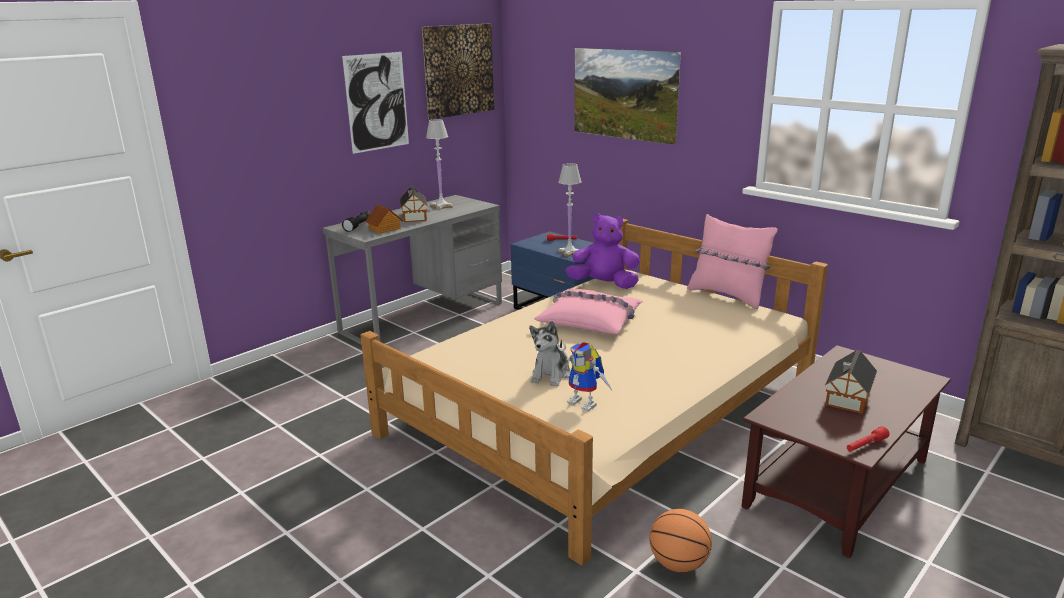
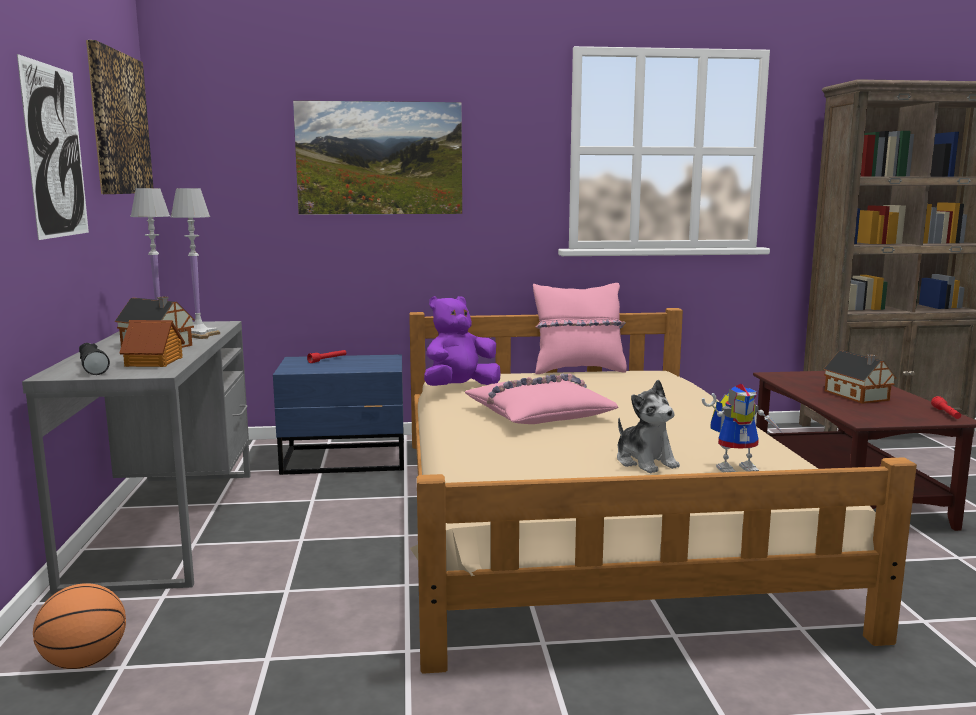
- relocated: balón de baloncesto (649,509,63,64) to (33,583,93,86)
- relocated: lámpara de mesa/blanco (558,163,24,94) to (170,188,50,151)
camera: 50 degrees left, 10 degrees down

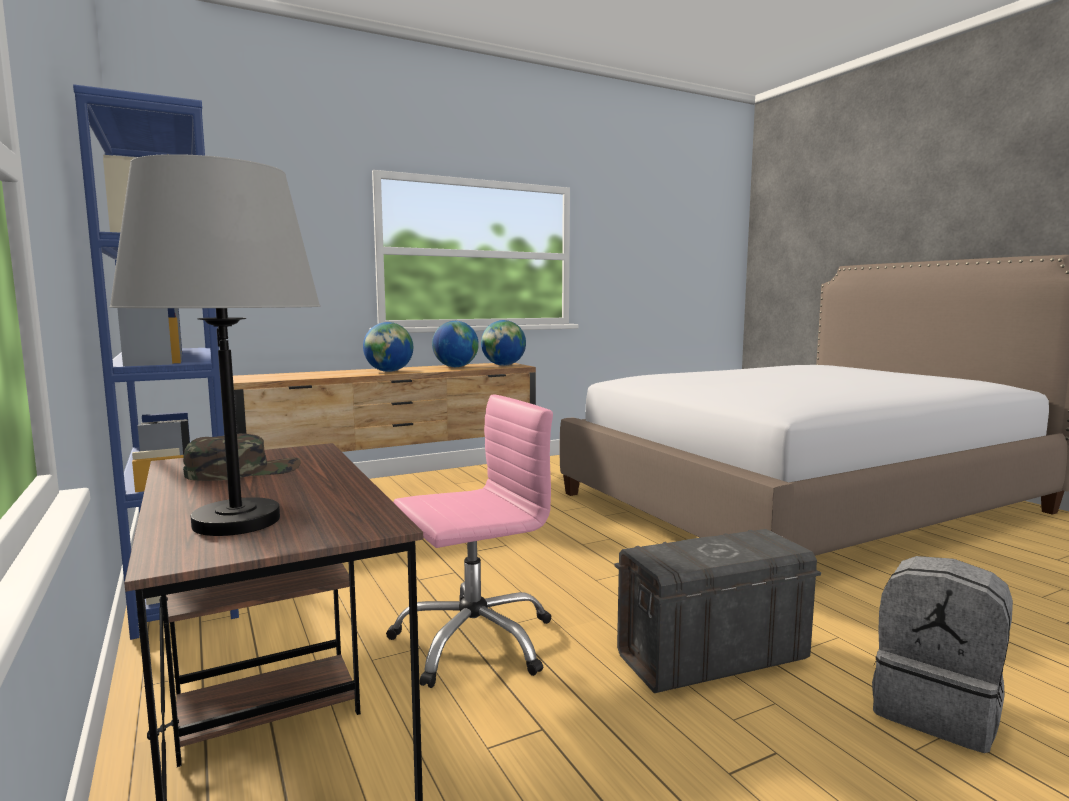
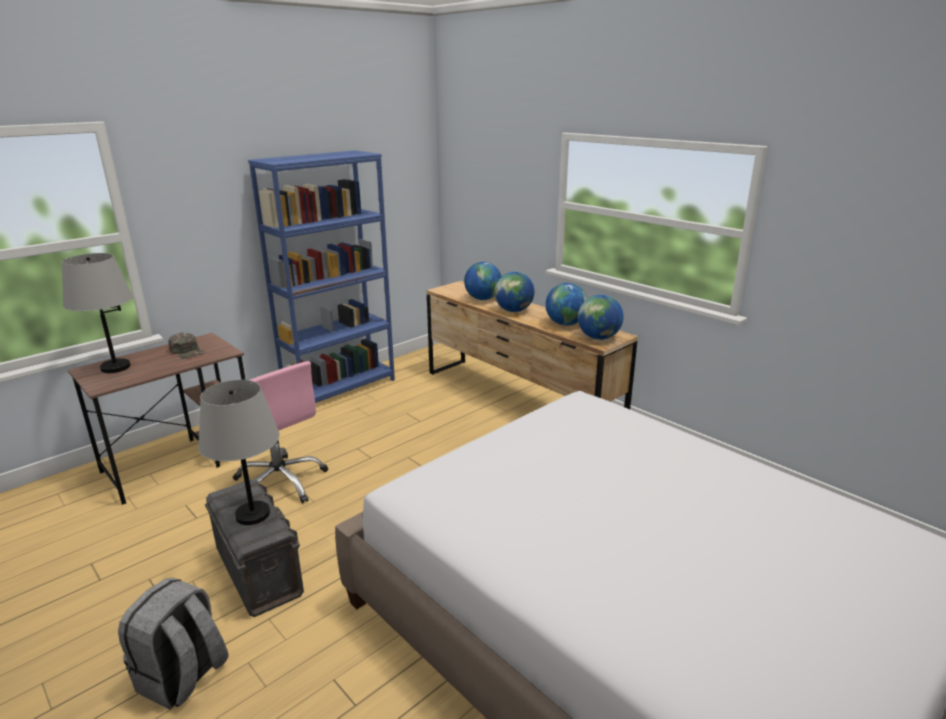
- appeared: lámpara de mesa/gris (198,380,82,145)
- appeared: globo terráqueo (464,262,38,38)
camera: 75 degrees right, 15 degrees up

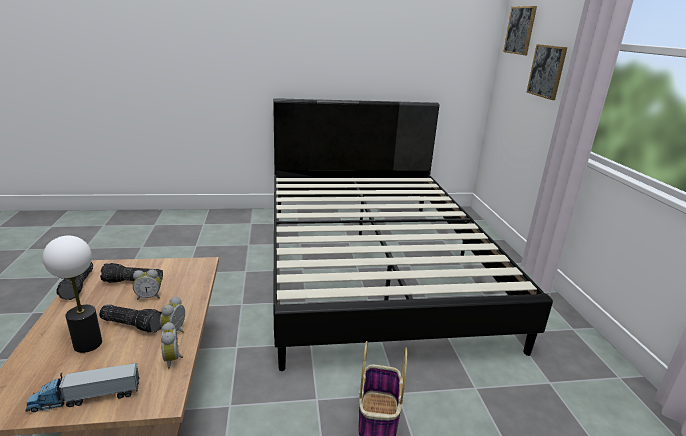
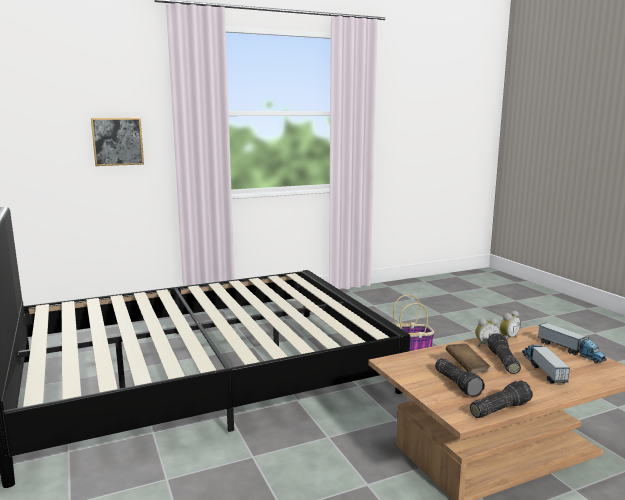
- exchanged: despertador (133,269,28,31) to libro/marrón (446,343,44,31)
- exchanged: lámpara de mesa (43,236,59,117) to camión de juguete (522,344,48,41)
- missing: cuadro (503,6,34,49)
camera: 105 degrees left, 10 degrees down

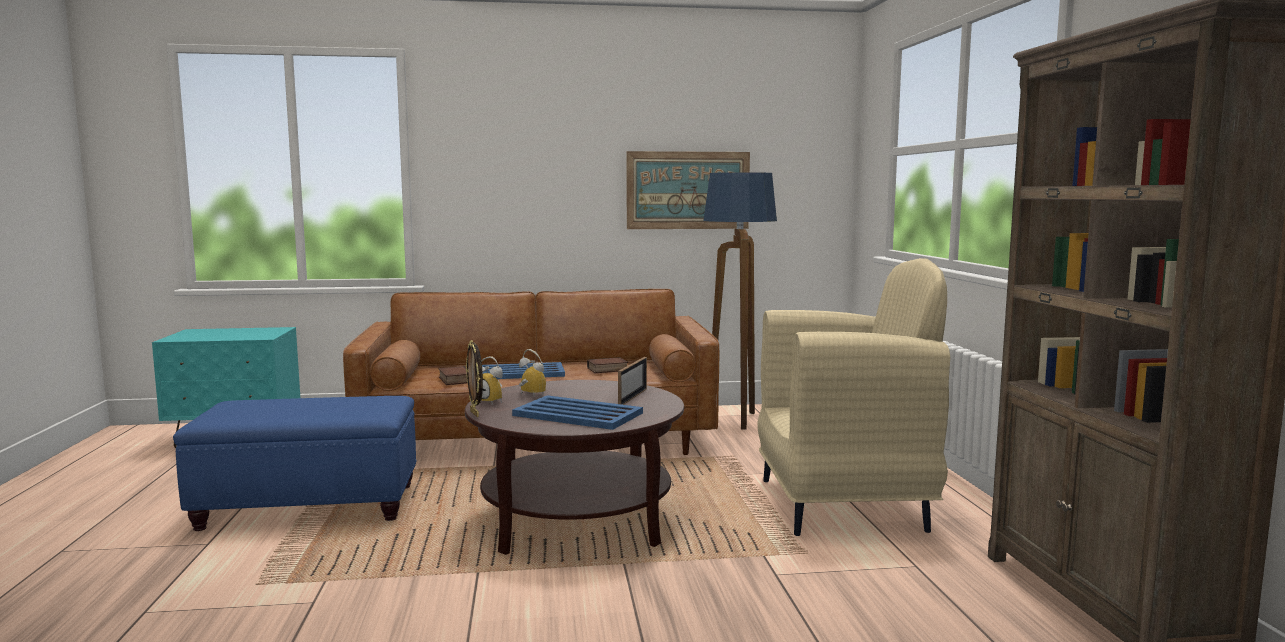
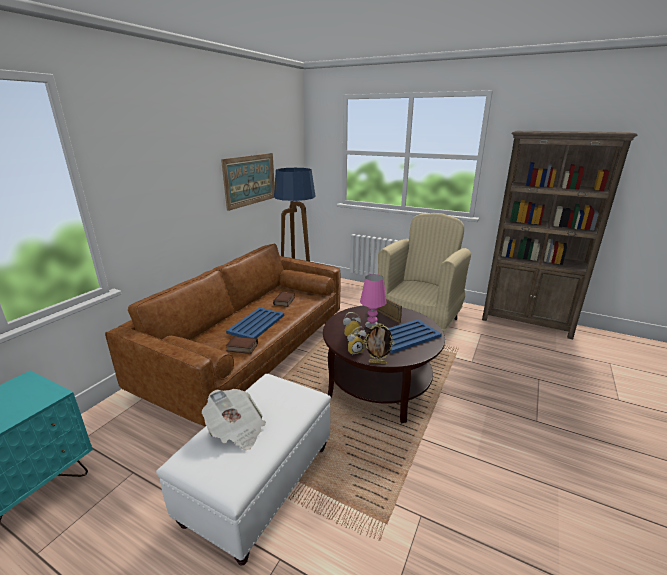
- colour: puf/azul (173,396,244,135) to puf/blanco (156,374,175,192)
- appeared: periódico (202,389,64,61)
- appeared: lámpara de mesa/rosa (360,274,27,54)
camera: 55 degrees left, 15 degrees up

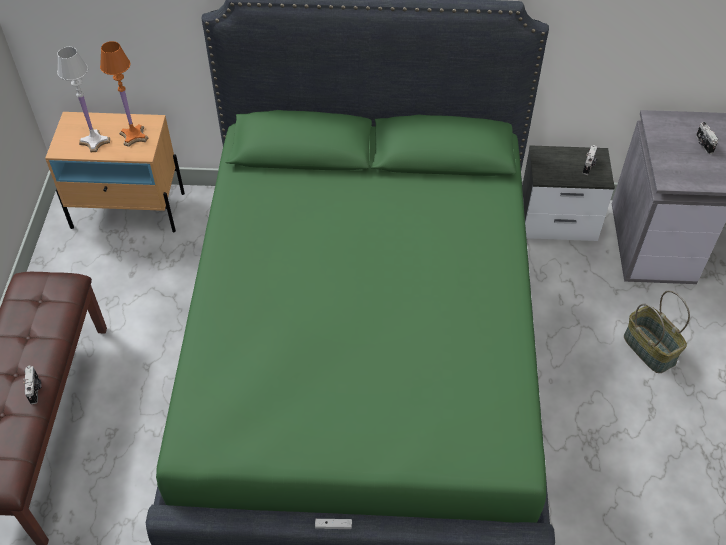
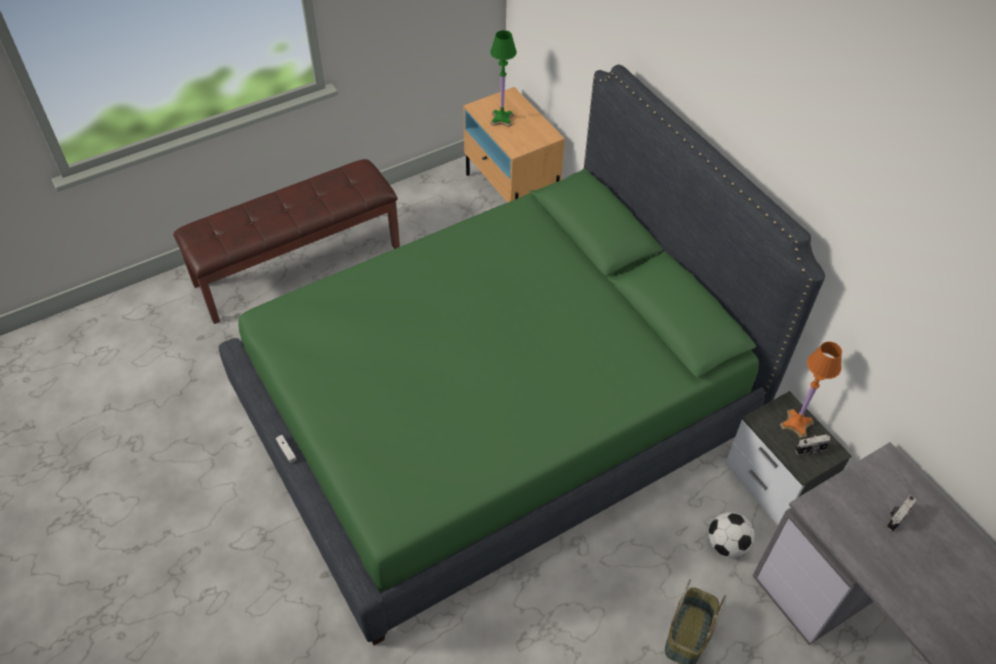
- colour: lámpara de mesa/blanco (57,47,53,105) to lámpara de mesa/verde (490,30,27,97)
- appeared: balón de fútbol (708,512,47,46)
- relocated: lámpara de mesa/naranja (100,41,49,106) to (780,342,62,97)
- missing: cámara (23,365,19,39)
camera: 55 degrees right, 0 degrees up

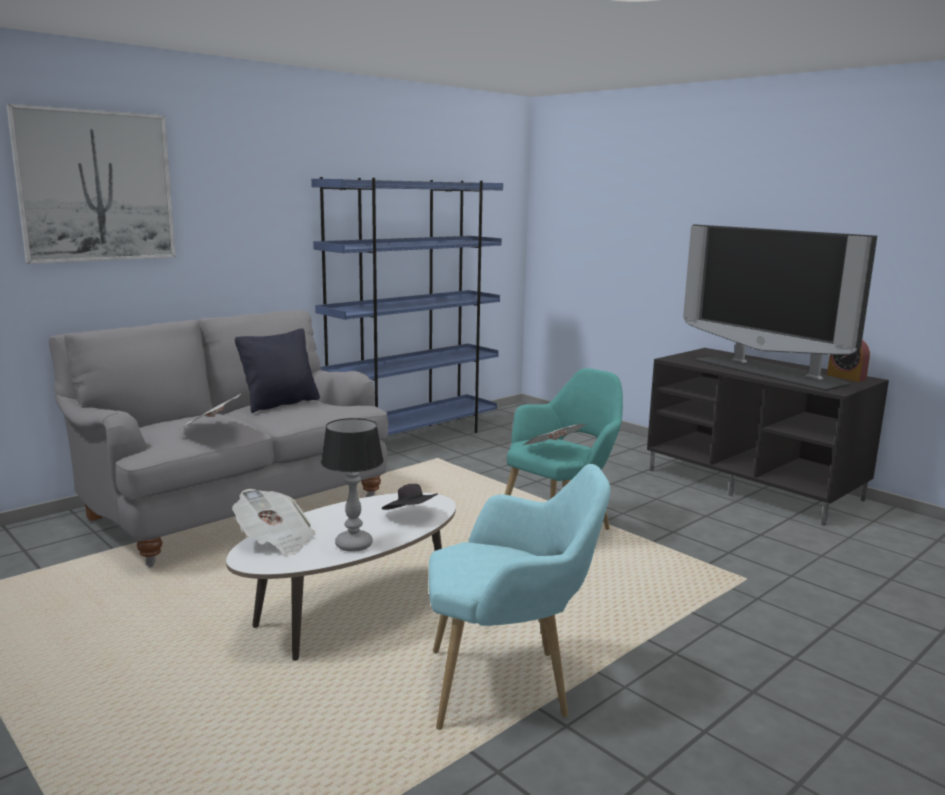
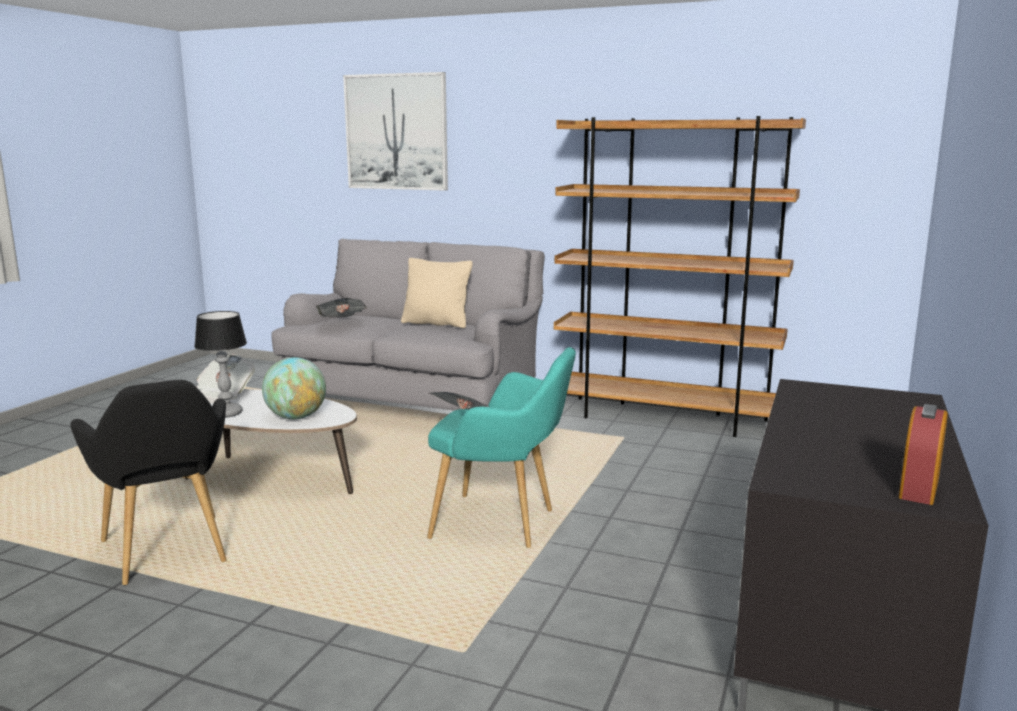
- colour: sillón/turquesa (429,464,182,266) to sillón/negro (70,380,157,205)
- exchanged: sombrero/negro (382,484,56,26) to globo terráqueo (262,357,64,62)
- colour: cojín/negro (235,328,85,85) to cojín/beis (401,258,72,70)
- colour: estantería/azul (311,177,192,258) to estantería/marrón (554,116,252,321)
- missing: televisor (683,225,194,166)
camera: 65 degrees right, 0 degrees up

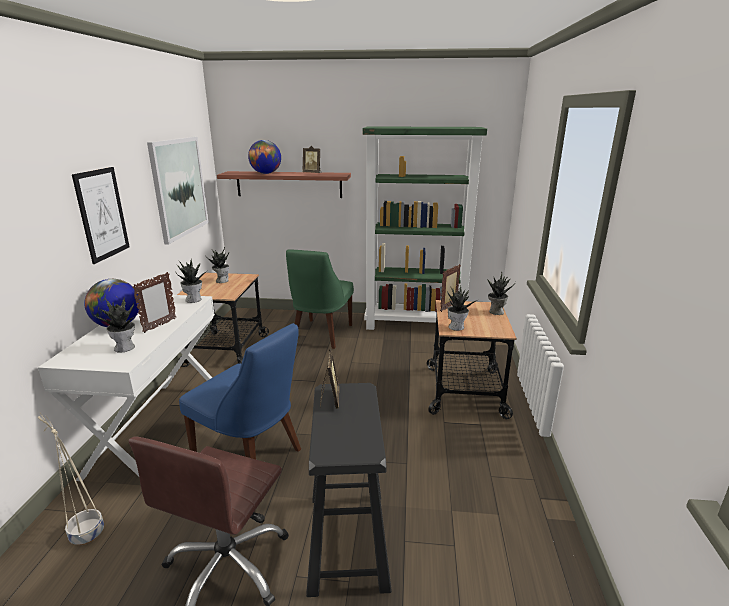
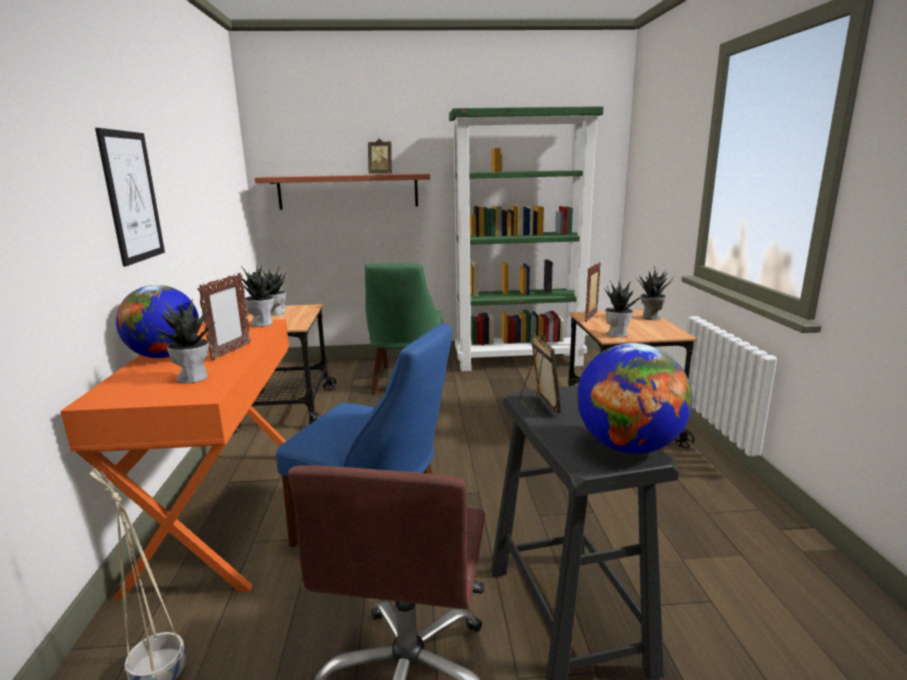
- colour: escritorio/blanco (38,295,177,186) to escritorio/naranja (60,319,229,282)
- relocated: globo terráqueo (248,140,33,34) to (577,343,116,111)
- missing: cuadro (147,137,62,107)
camera: 10 degrees left, 5 degrees down

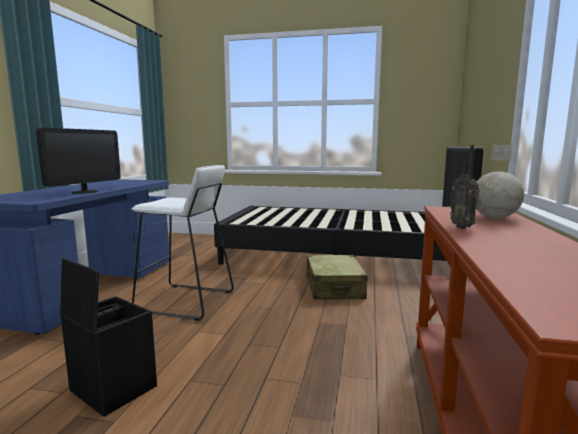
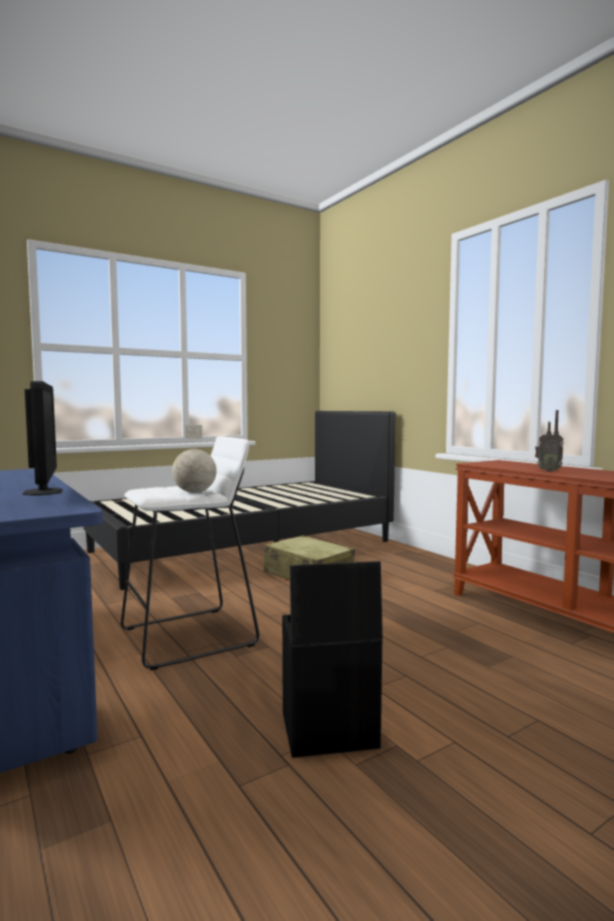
- relocated: globo terráqueo (477,145,47,73) to (172,425,45,68)
camera: 45 degrees left, 5 degrees down

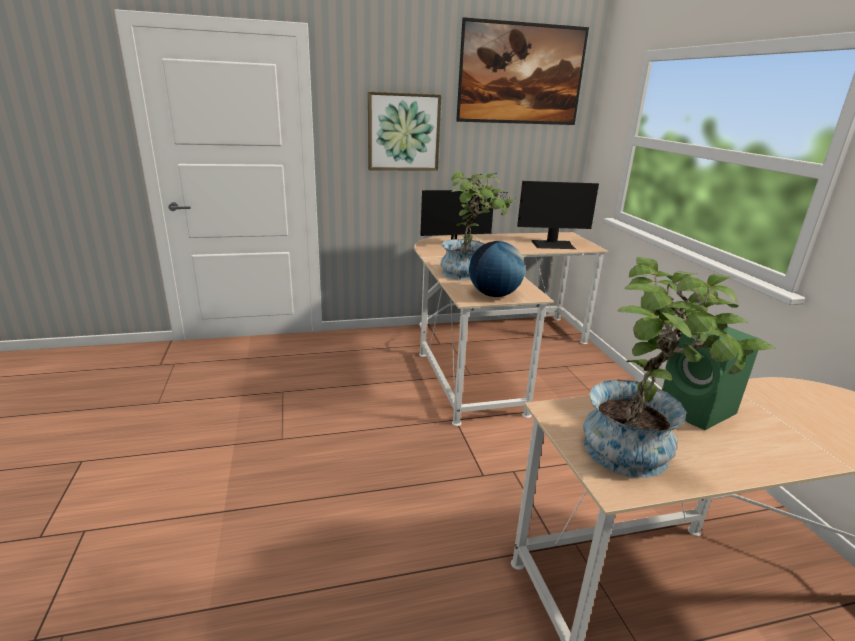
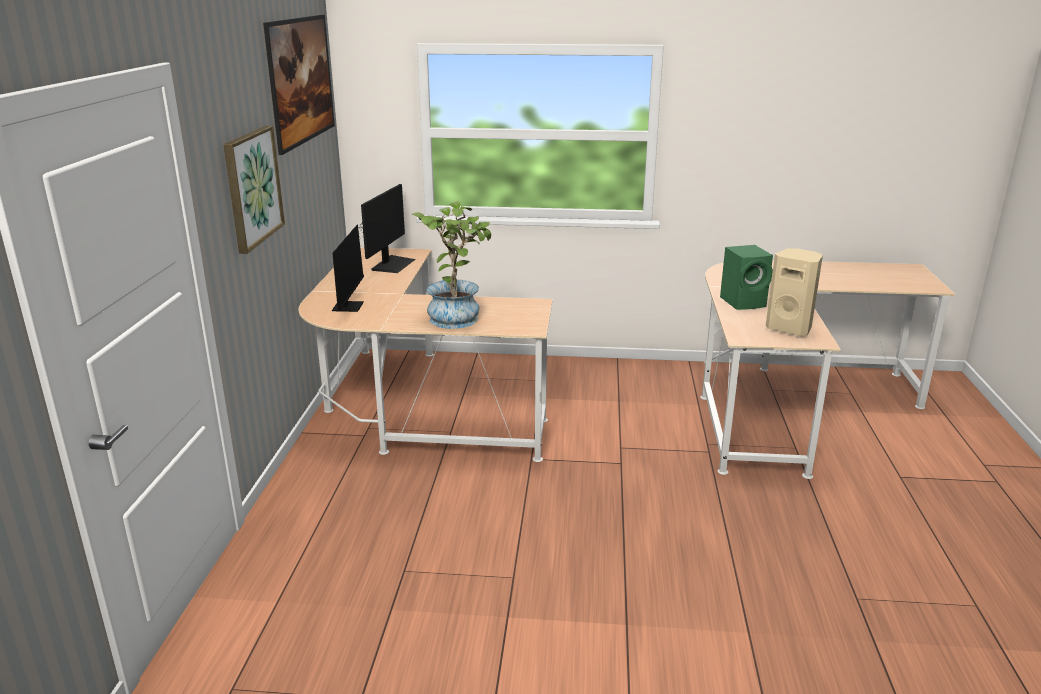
- exchanged: planta en maceta (583,257,193,221) to altavoz/beis (766,248,57,88)
- missing: globo terráqueo (469,241,56,56)
camera: 70 degrees left, 0 degrees up

